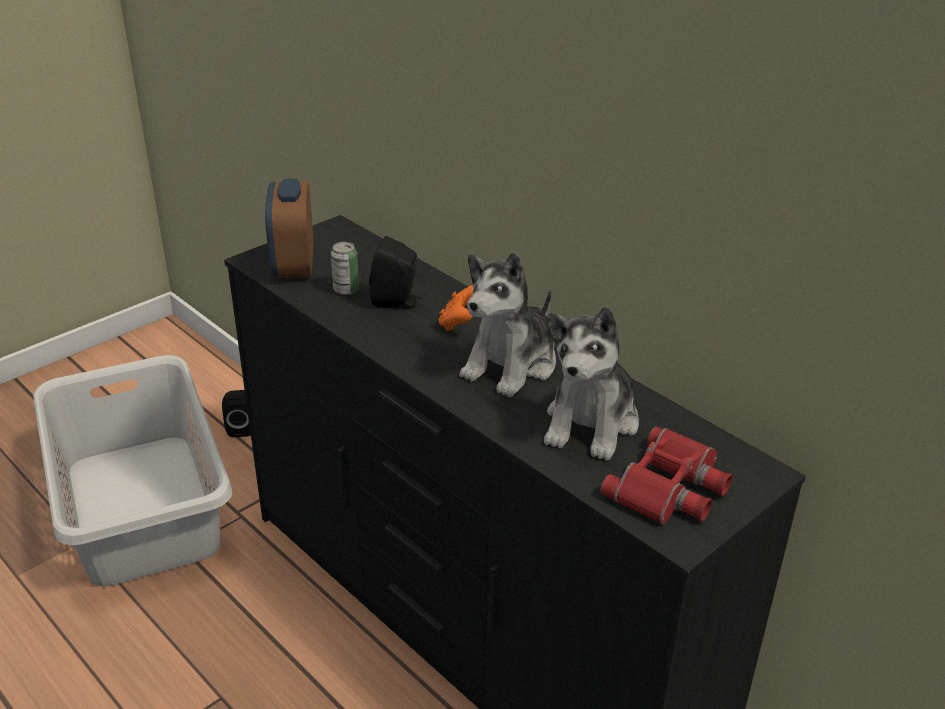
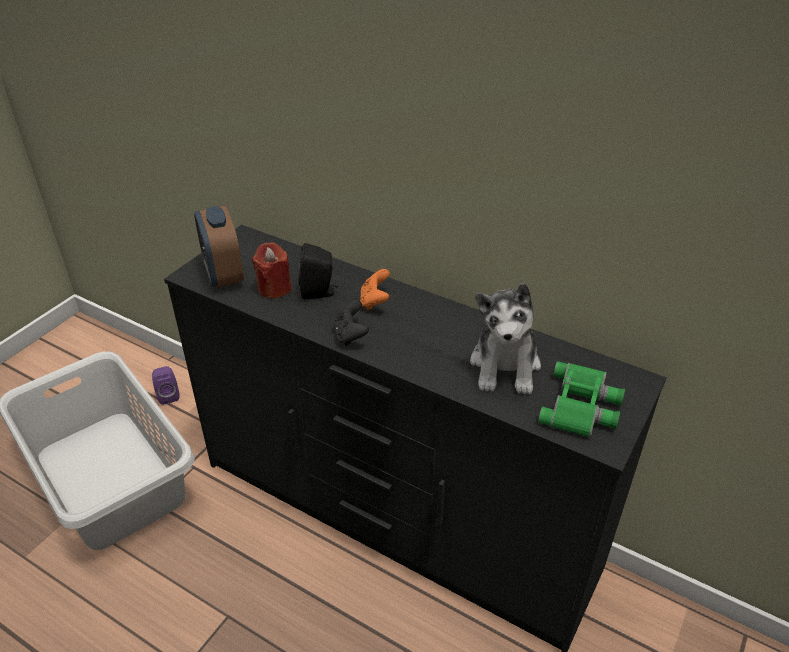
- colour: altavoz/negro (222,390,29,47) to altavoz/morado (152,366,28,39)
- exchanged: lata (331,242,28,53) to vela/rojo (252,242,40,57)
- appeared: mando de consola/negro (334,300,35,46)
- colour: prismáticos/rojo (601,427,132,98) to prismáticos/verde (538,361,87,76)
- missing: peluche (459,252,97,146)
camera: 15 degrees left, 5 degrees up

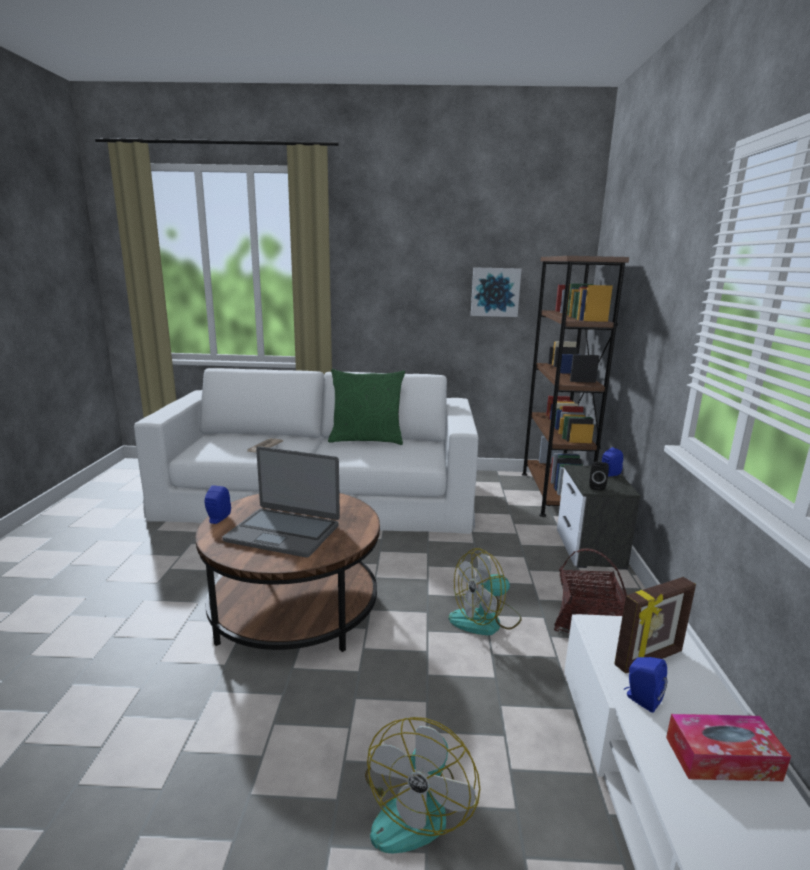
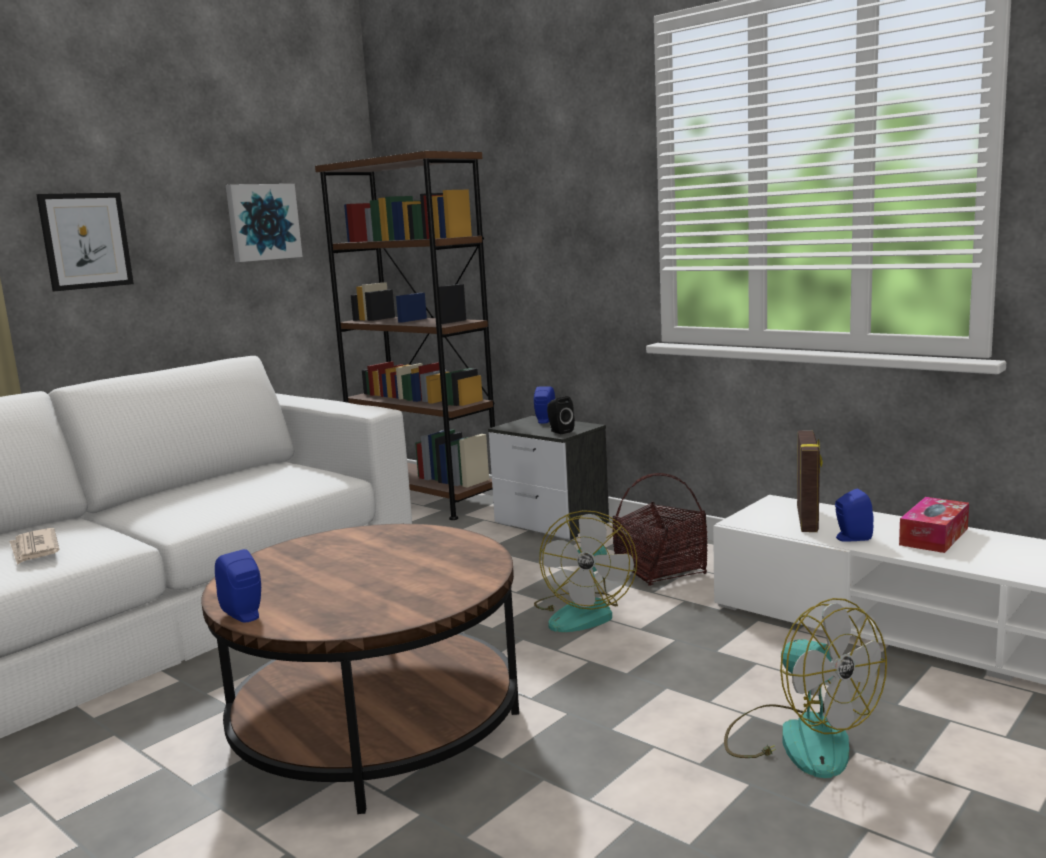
- appeared: cuadro (36,193,98,98)
- missing: portátil (223,446,117,112)
- missing: cojín/verde (328,369,77,76)
camera: 50 degrees left, 5 degrees down

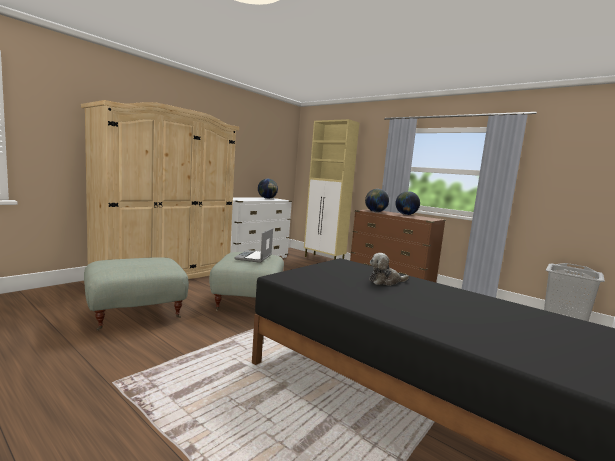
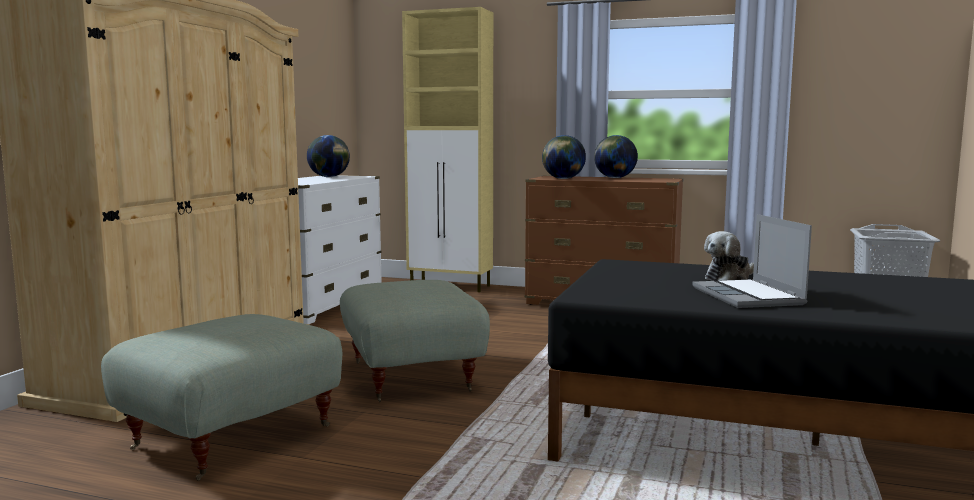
- relocated: portátil (234,228,39,35) to (693,214,119,94)
camera: 20 degrees left, 0 degrees up

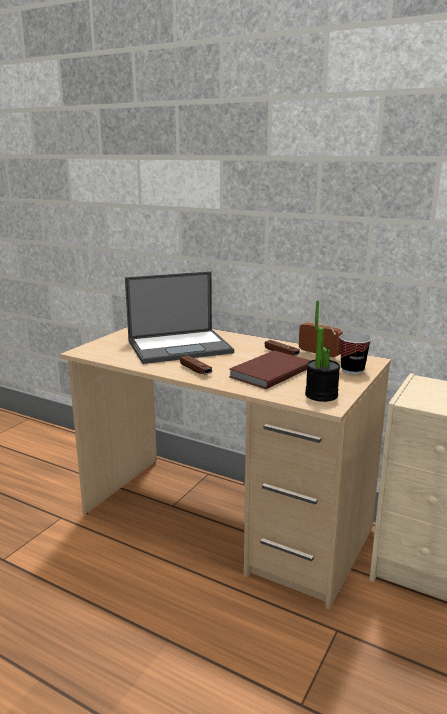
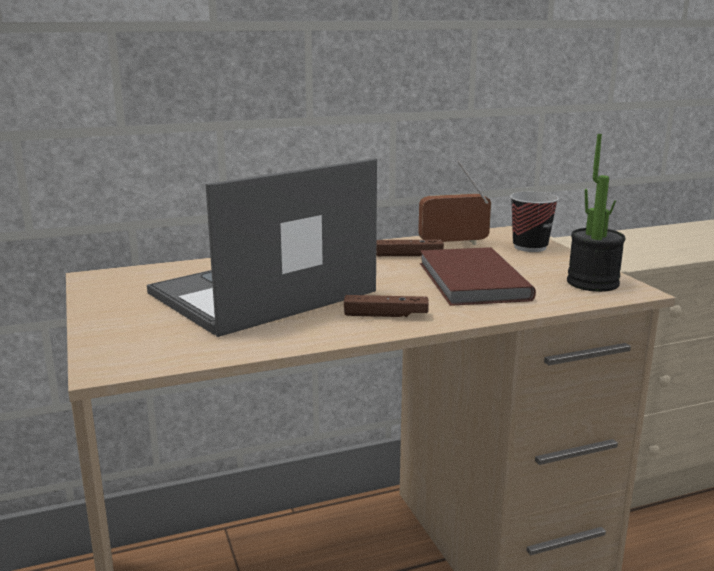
- spun: portátil (125,271,109,93) = (147,158,230,179) 150 degrees counterclockwise
camera: 50 degrees left, 0 degrees up

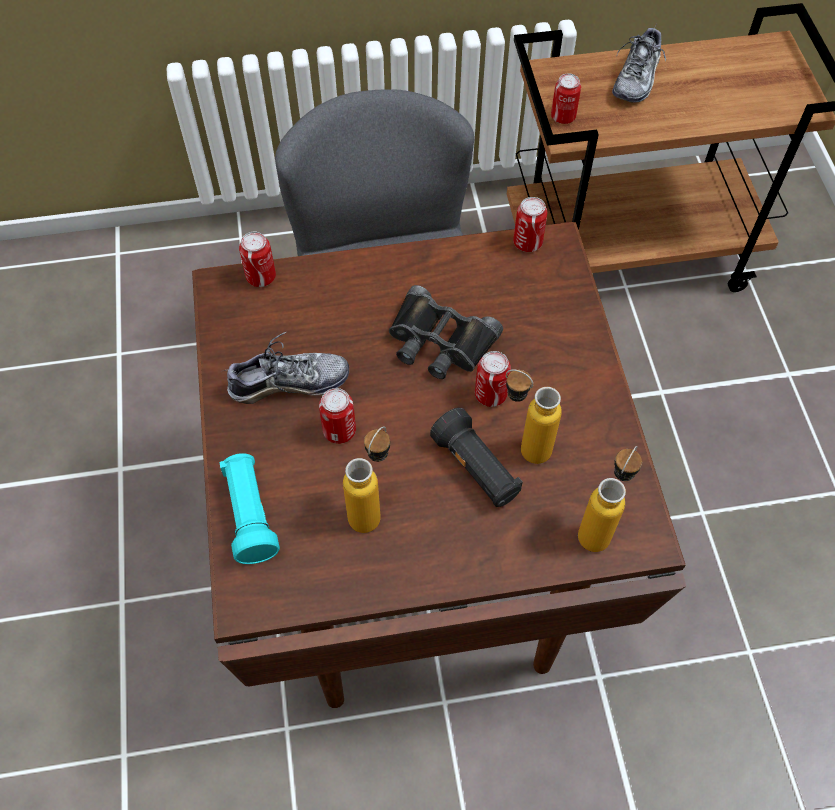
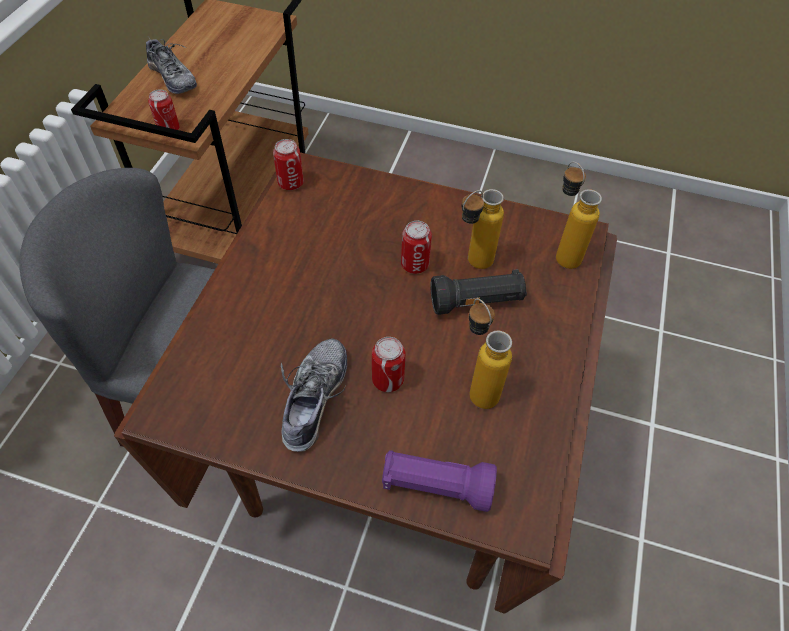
- colour: linterna/turquesa (219,453,61,111) to linterna/morado (382,450,115,62)
- missing: lata (239,232,37,55)
- missing: prismáticos/negro (389,285,114,94)
camera: 65 degrees left, 5 degrees down

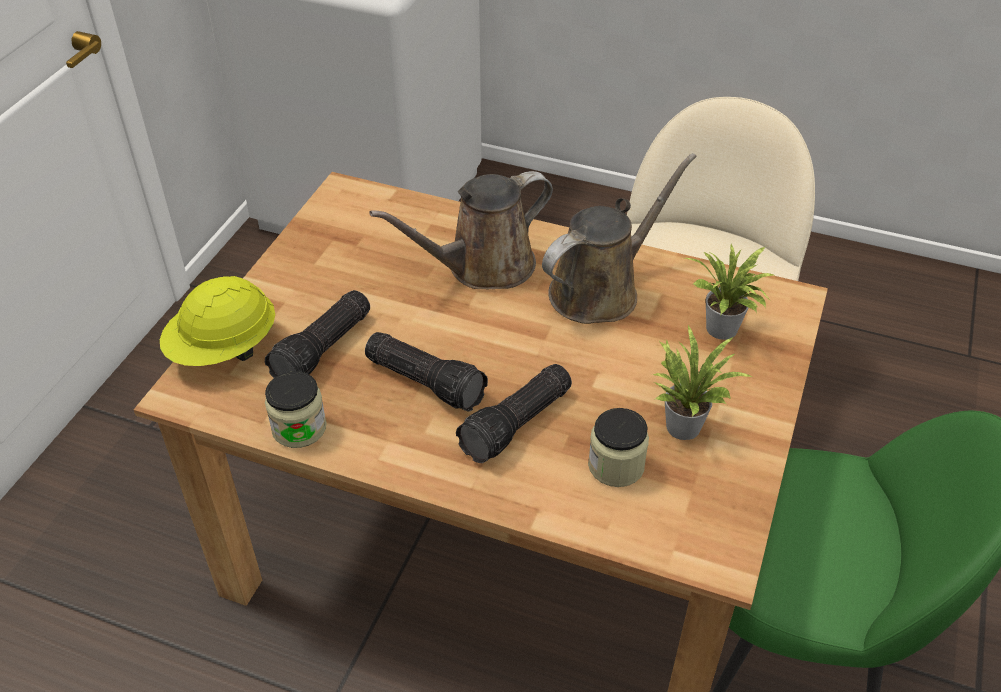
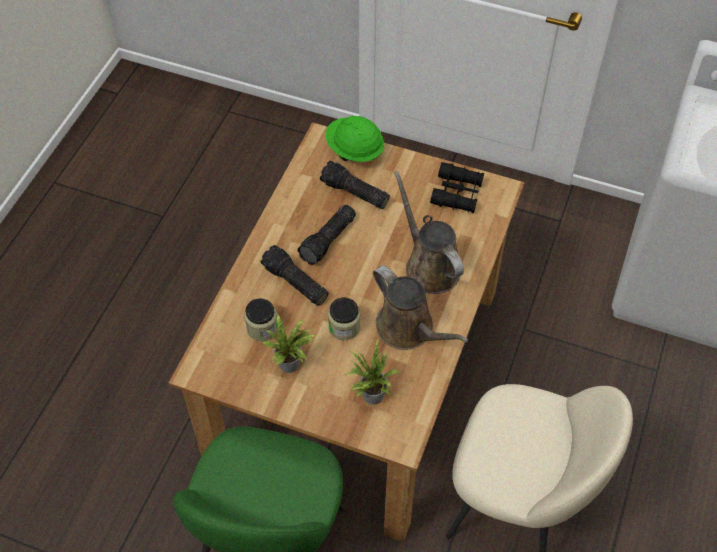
- colour: casco/amarillo (160,276,115,90) to casco/verde (325,116,59,46)
- relocated: tarro (265,371,62,77) to (328,298,32,42)
- appeared: prismáticos/negro (430,162,54,51)
camera: 90 degrees right, 10 degrees up

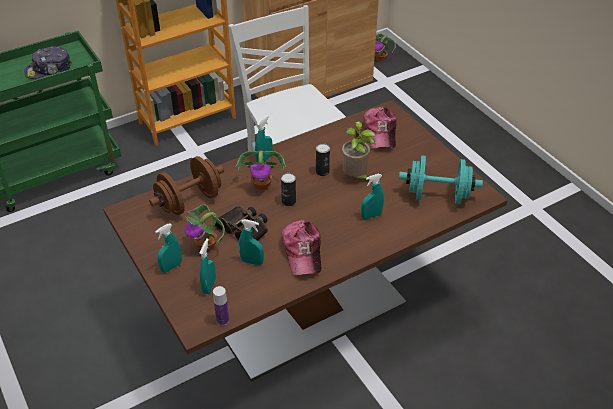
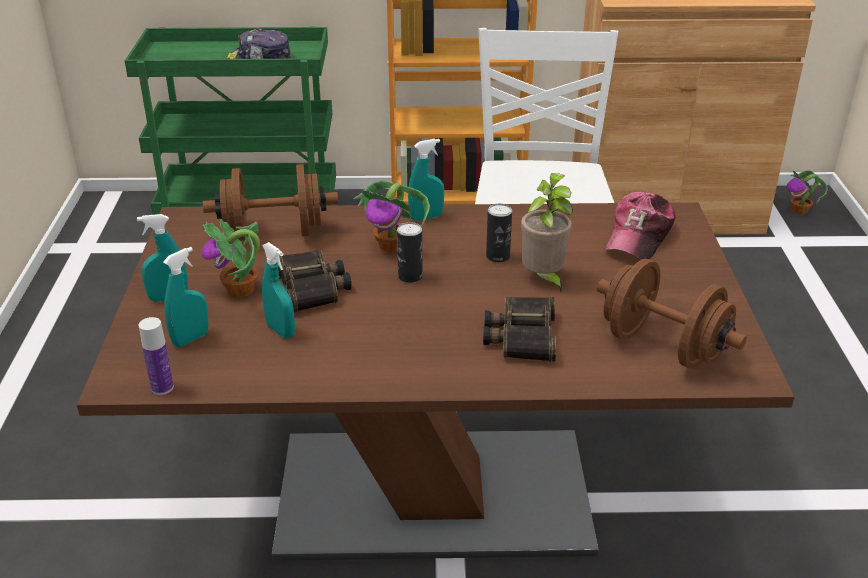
- exchanged: pulverizador/turquesa (361,174,23,46) to prismáticos (483,297,73,65)
- colour: mancuerna/turquesa (399,155,84,49) to mancuerna/marrón (597,259,150,110)
- missing: gorra (282,220,39,55)
camera: 30 degrees right, 10 degrees down

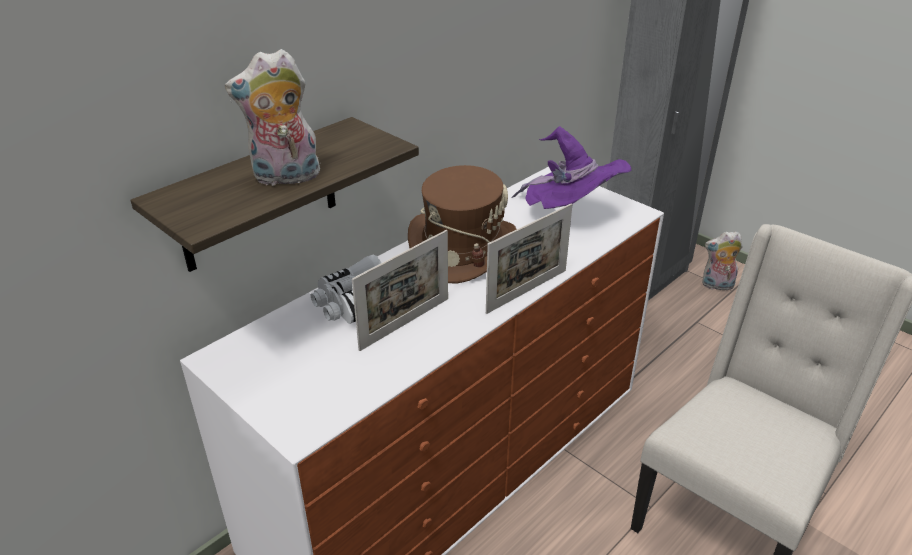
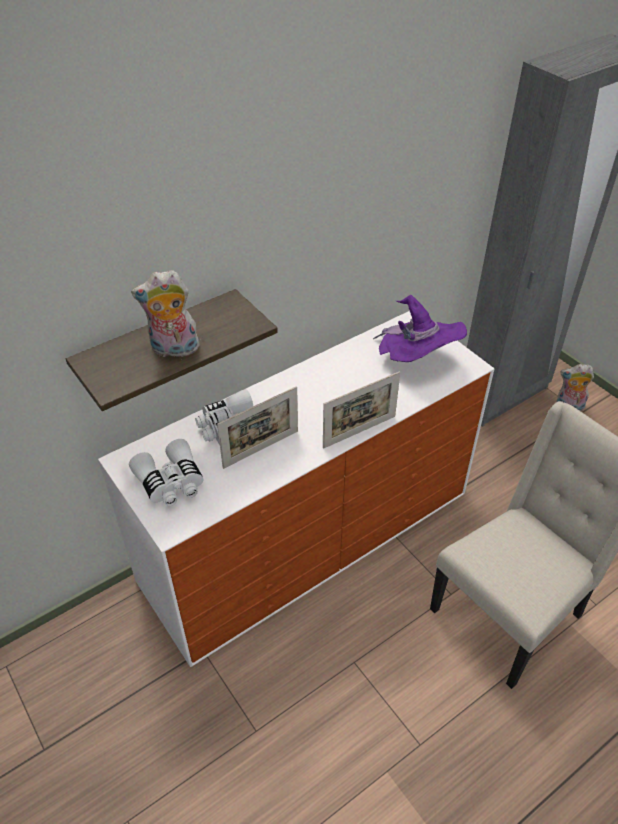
- appeared: prismáticos/blanco (129,439,75,67)
- missing: sombrero/marrón (408,165,109,119)
camera: 10 degrees right, 10 degrees up

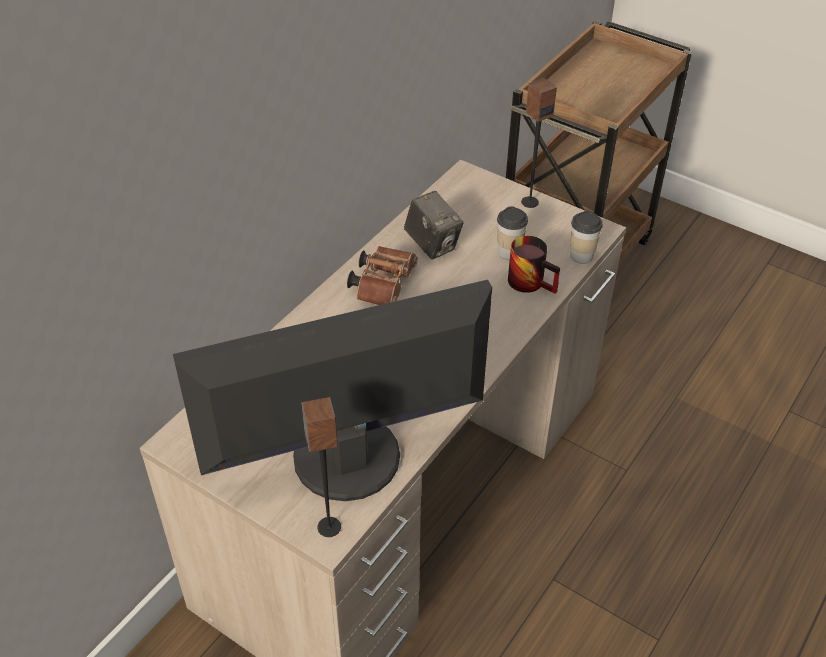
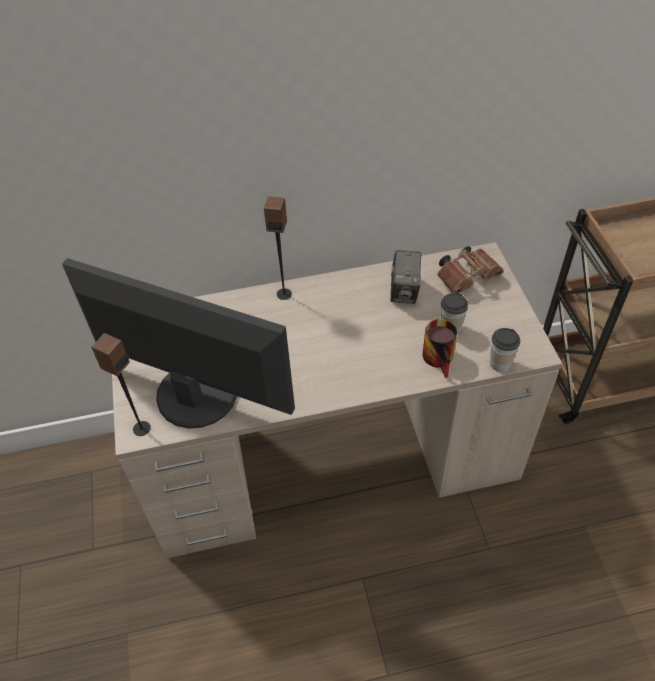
- relocated: altavoz (521,78,36,130) to (264,196,28,104)
- relocated: prismáticos/marrón (347,246,71,59) to (437,246,66,48)
camera: 45 degrees right, 5 degrees up

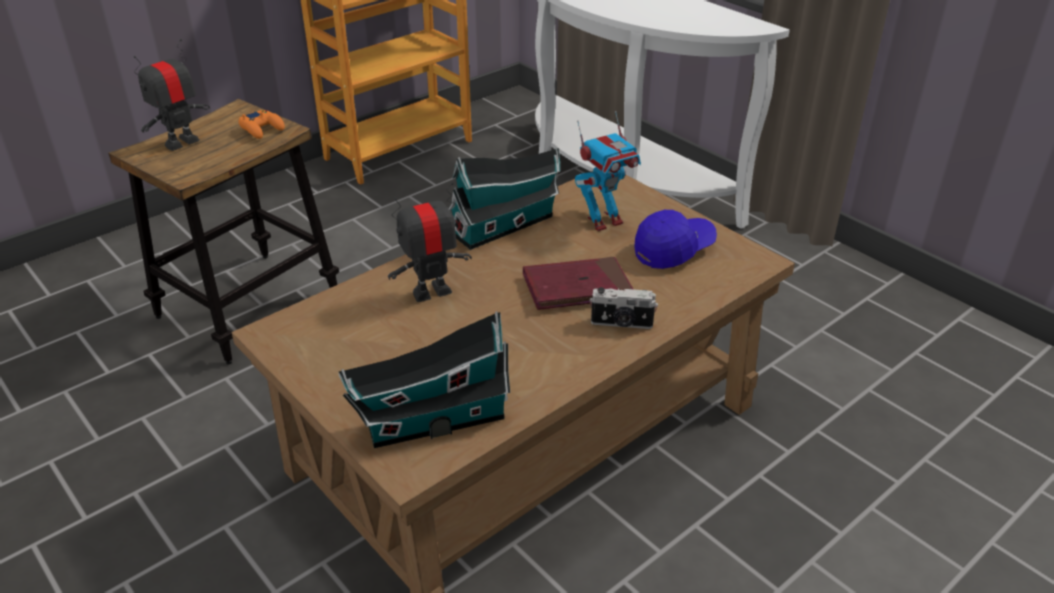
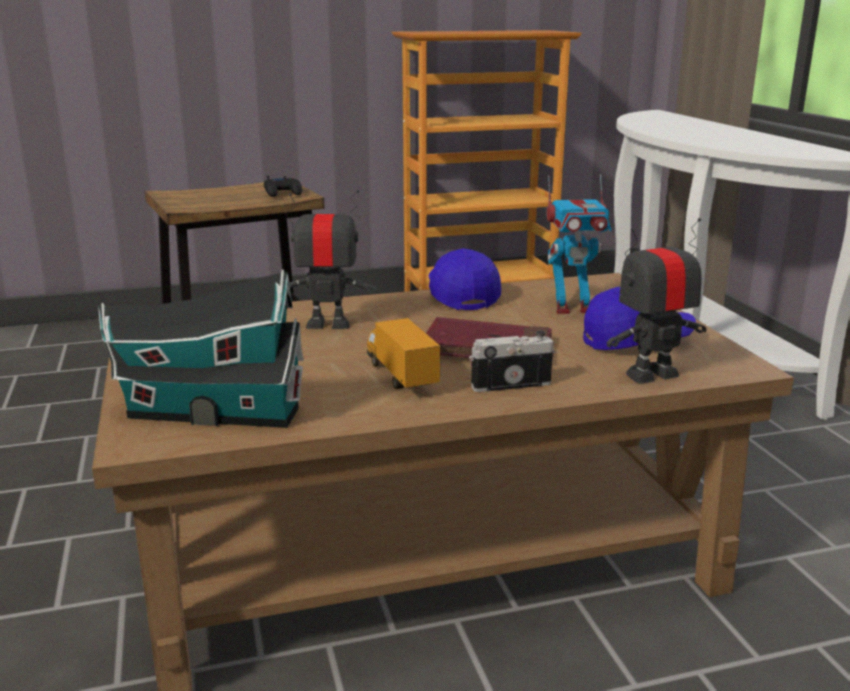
- colour: mando de consola/naranja (239,110,46,29) to mando de consola/negro (264,176,38,21)
- appeared: camión de juguete (367,318,73,71)
- exchanged: casita (448,147,112,103) to gorra/azul (429,248,72,62)
- spun: cámara (589,287,69,42) = (469,330,86,62) 135 degrees clockwise
- relocated: robot de juguete (134,39,76,112) to (607,218,100,166)
camera: 25 degrees right, 15 degrees down

